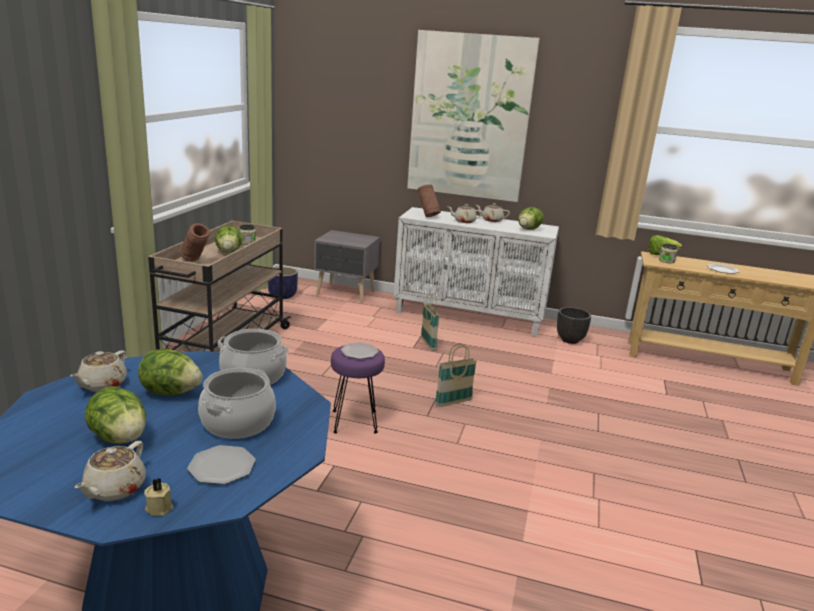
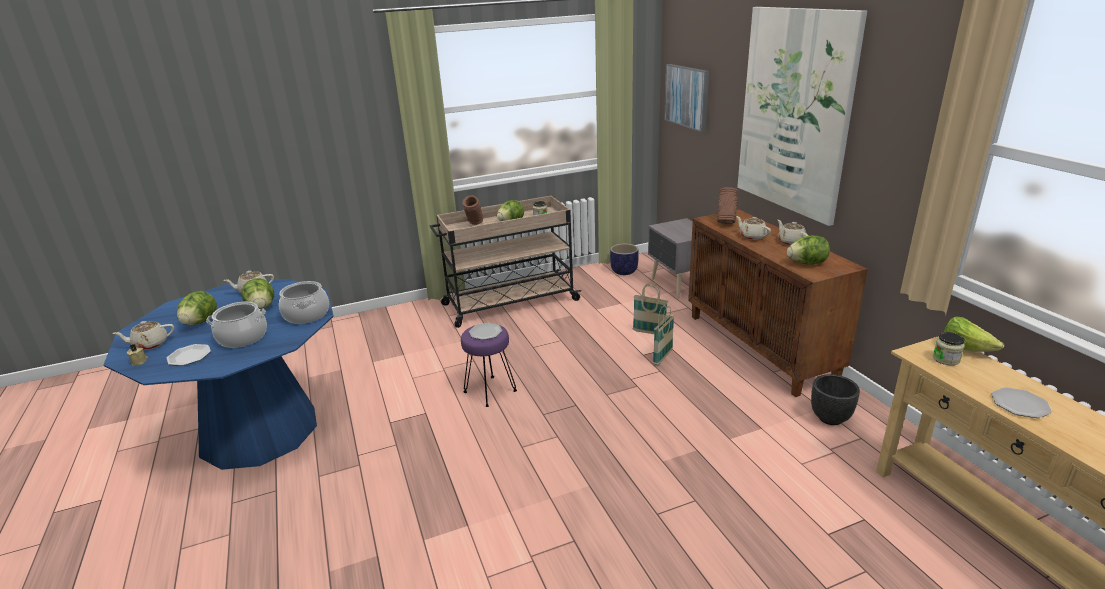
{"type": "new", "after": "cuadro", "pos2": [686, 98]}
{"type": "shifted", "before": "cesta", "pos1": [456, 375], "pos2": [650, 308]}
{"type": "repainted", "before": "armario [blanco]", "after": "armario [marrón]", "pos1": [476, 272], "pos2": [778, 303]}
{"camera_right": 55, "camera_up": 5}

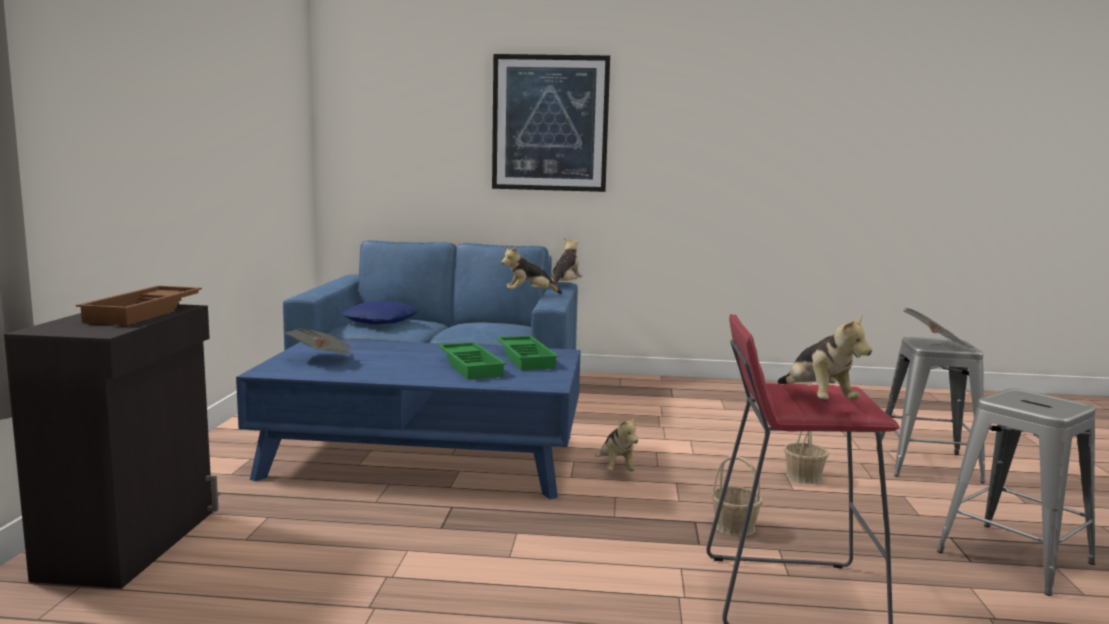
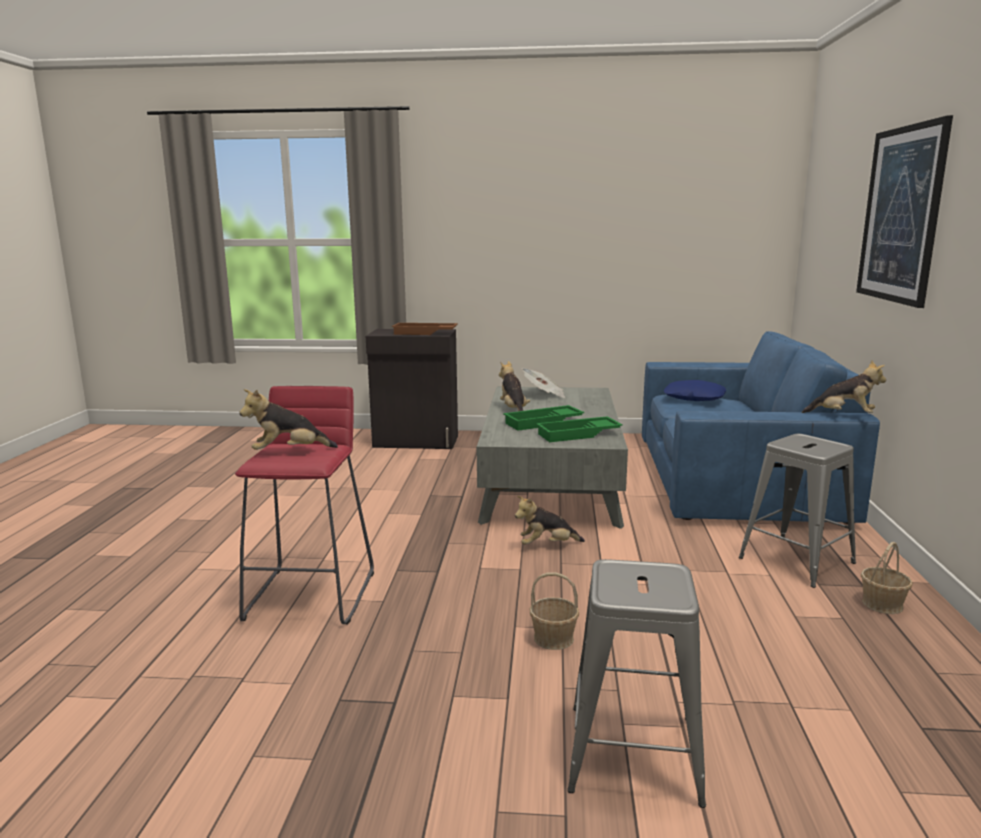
{"type": "gone", "before": "periódico", "pos1": [938, 328]}
{"type": "shifted", "before": "peluche", "pos1": [531, 270], "pos2": [514, 386]}
{"type": "shifted", "before": "cesta", "pos1": [737, 496], "pos2": [887, 578]}
{"type": "shifted", "before": "taburete [gris]", "pos1": [1016, 492], "pos2": [797, 511]}
{"type": "repainted", "before": "mesa de centro [azul]", "after": "mesa de centro [gris]", "pos1": [408, 419], "pos2": [552, 458]}
{"camera_right": 90, "camera_up": 5}

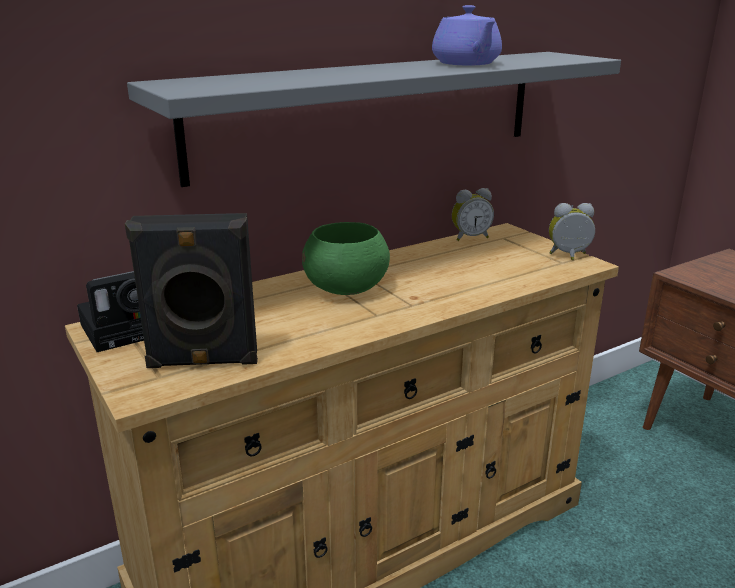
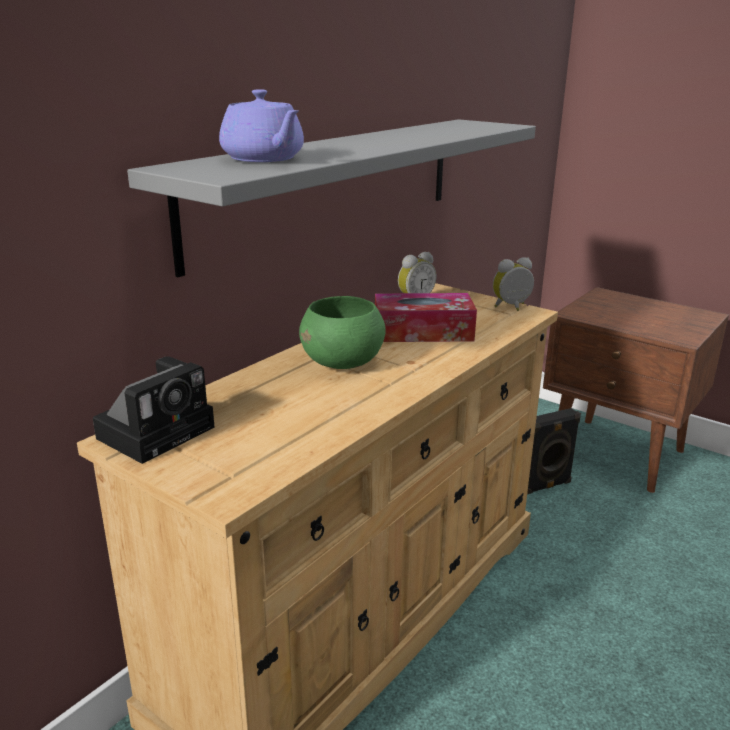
{"type": "new", "after": "caja de pañuelos", "pos2": [426, 317]}
{"type": "shifted", "before": "altavoz [negro]", "pos1": [191, 290], "pos2": [554, 451]}
{"type": "shifted", "before": "tetera [morado]", "pos1": [467, 35], "pos2": [261, 125]}
{"camera_right": -20, "camera_up": 0}

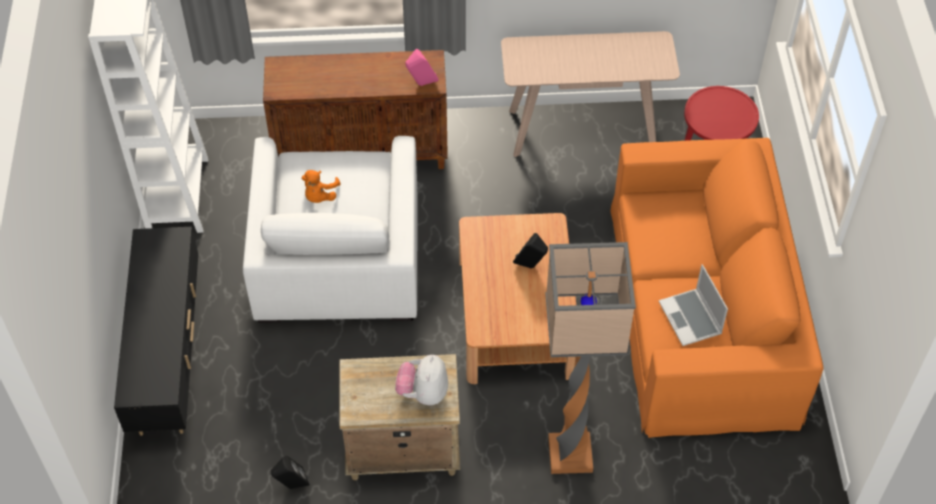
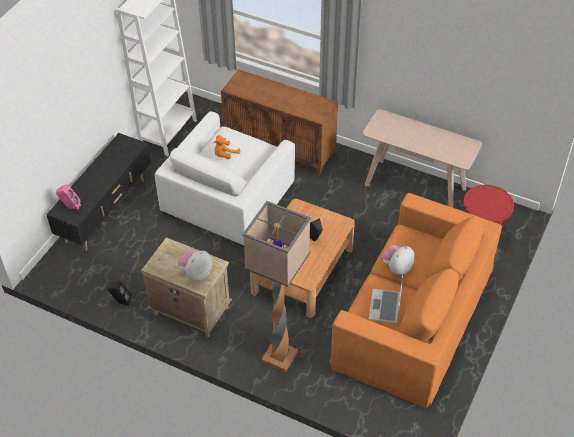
{"type": "new", "after": "peluche", "pos2": [398, 260]}
{"type": "shifted", "before": "altavoz [rosa]", "pos1": [422, 67], "pos2": [68, 197]}
{"camera_right": 30, "camera_up": -5}

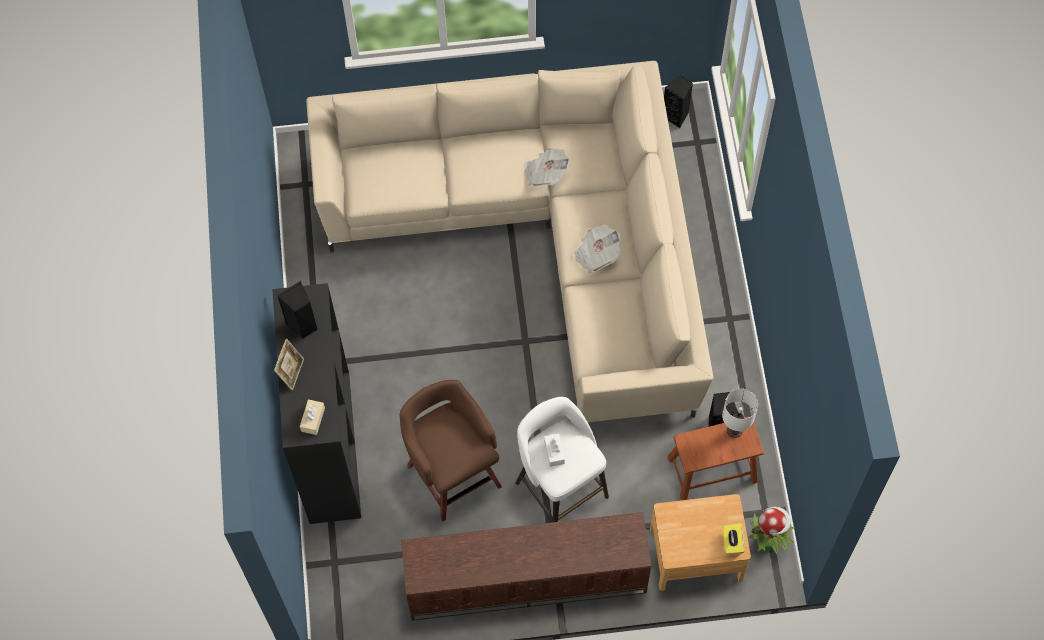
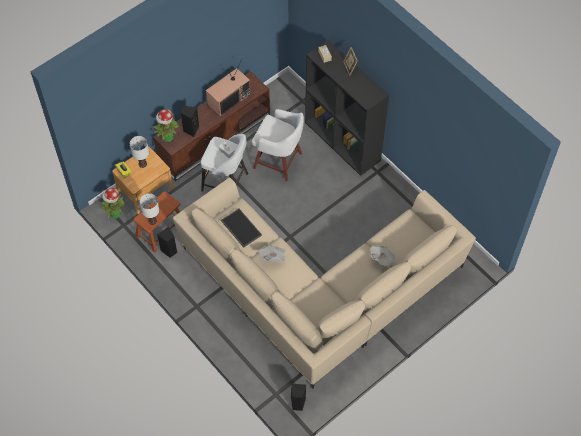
{"type": "new", "after": "lámpara de mesa [blanco]", "pos2": [139, 152]}
{"type": "new", "after": "planta en maceta", "pos2": [166, 125]}
{"type": "new", "after": "televisor", "pos2": [228, 87]}
{"type": "new", "after": "bandeja", "pos2": [241, 228]}
{"type": "shifted", "before": "altavoz [negro]", "pos1": [297, 310], "pos2": [190, 121]}
{"type": "shifted", "before": "periódico", "pos1": [547, 167], "pos2": [383, 256]}
{"type": "repainted", "before": "taburete [marrón]", "after": "taburete [blanco]", "pos1": [450, 451], "pos2": [278, 145]}
{"camera_right": 145, "camera_up": -5}

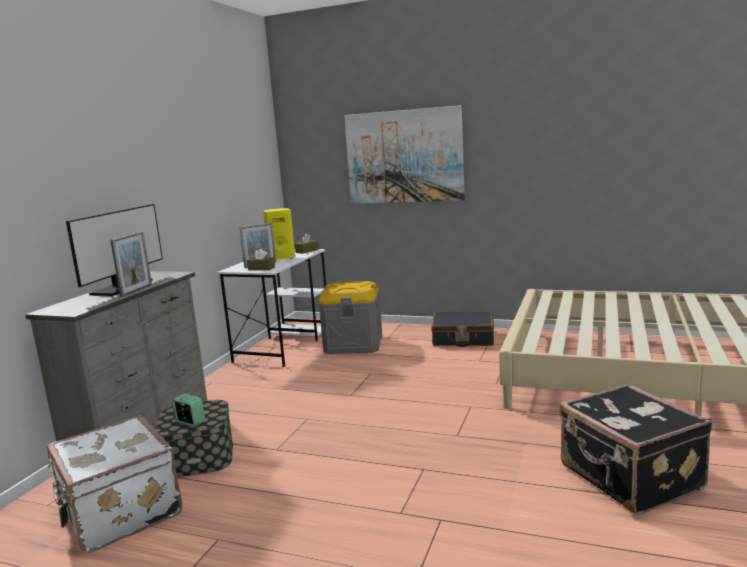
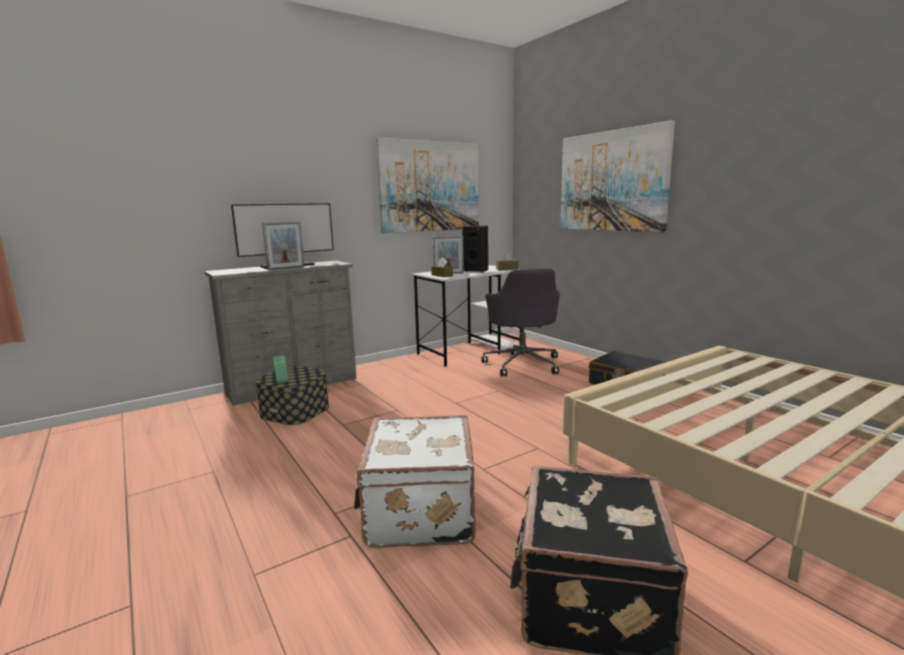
{"type": "new", "after": "cuadro", "pos2": [427, 185]}
{"type": "shifted", "before": "maleta [blanco]", "pos1": [114, 483], "pos2": [415, 481]}
{"type": "swapped", "before": "caja de almacenaje [gris]", "after": "silla de oficina [gris]", "pos1": [350, 317], "pos2": [520, 322]}
{"type": "repainted", "before": "altavoz [amarillo]", "after": "altavoz [negro]", "pos1": [279, 234], "pos2": [475, 249]}
{"camera_right": 35, "camera_up": 0}

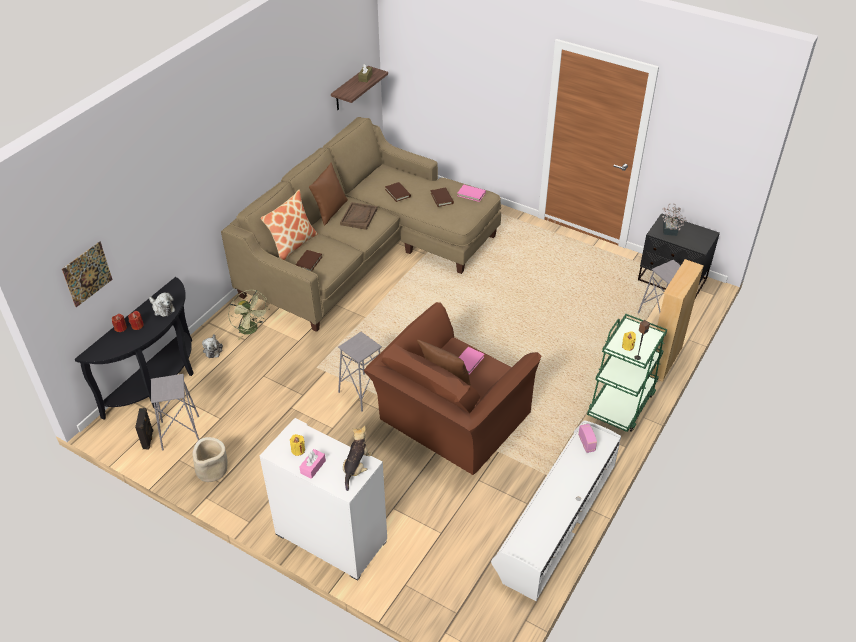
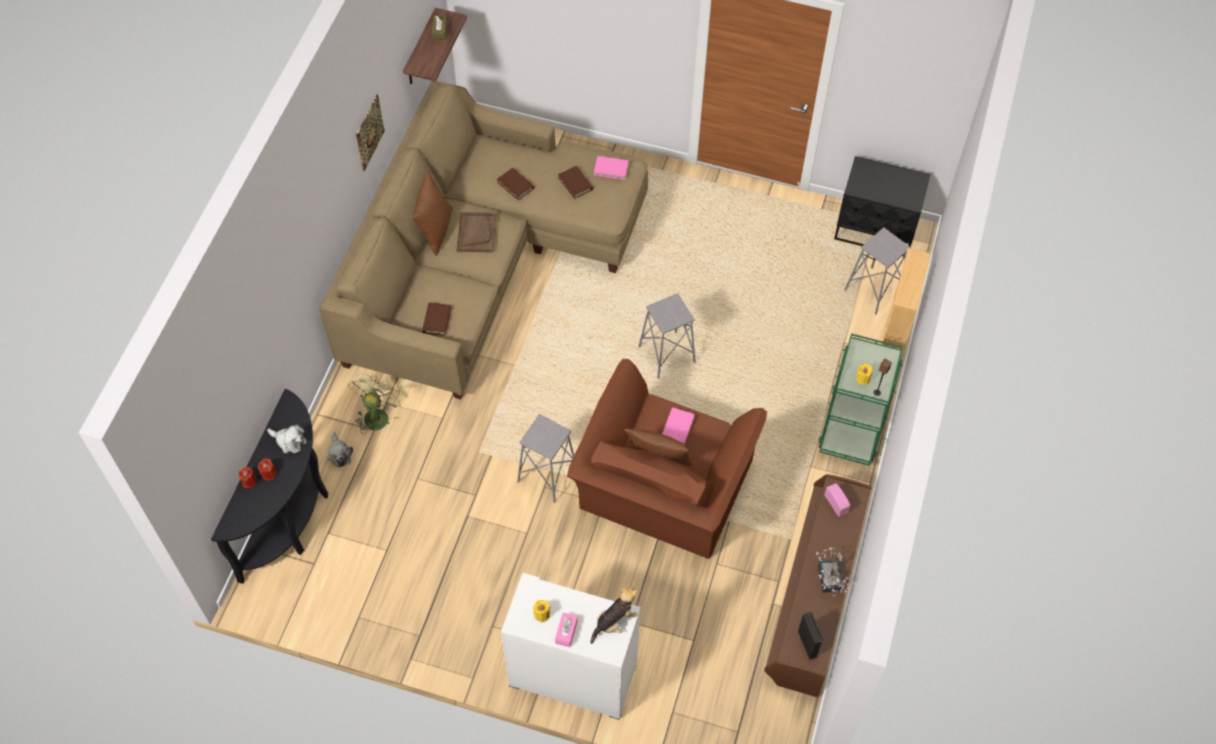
{"type": "gone", "before": "maceta [beis]", "pos1": [210, 459]}
{"type": "gone", "before": "cojín", "pos1": [289, 225]}
{"type": "shifted", "before": "cuadro", "pos1": [87, 274], "pos2": [370, 132]}
{"type": "shifted", "before": "altavoz [negro]", "pos1": [144, 429], "pos2": [810, 636]}
{"type": "shifted", "before": "taburete [gris]", "pos1": [175, 412], "pos2": [667, 336]}
{"type": "shifted", "before": "planta en maceta", "pos1": [674, 219], "pos2": [835, 571]}
{"type": "repainted", "before": "mueble de televisión [blanco]", "after": "mueble de televisión [marrón]", "pos1": [556, 510], "pos2": [818, 585]}
{"type": "rotated", "before": "ventilador [verde]", "pos1": [248, 315], "pos2": [376, 403], "turn": -105}
{"type": "rotated", "before": "peluche", "pos1": [357, 458], "pos2": [614, 615], "turn": 45}
{"camera_right": -15, "camera_up": 15}

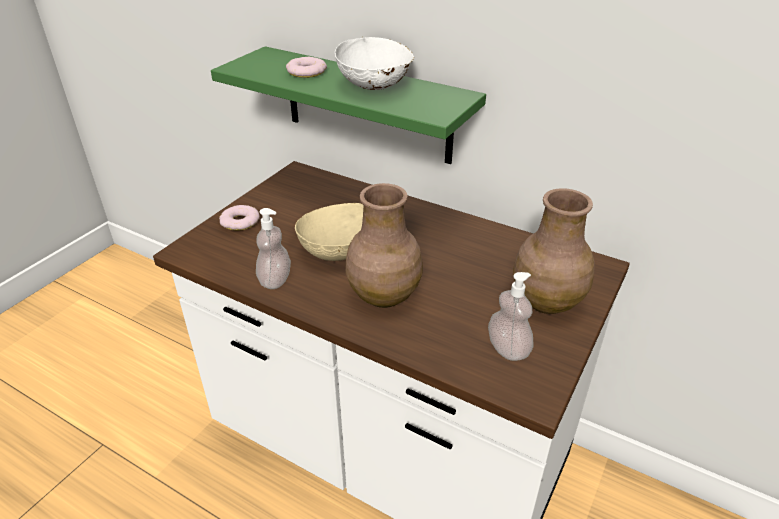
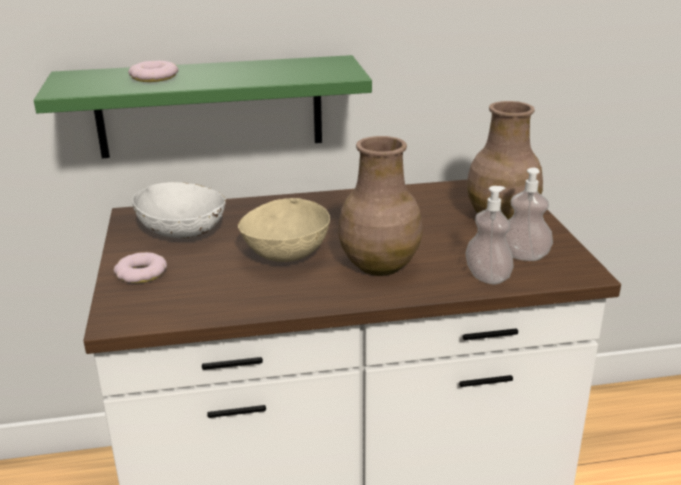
{"type": "shifted", "before": "dispensador de jabón", "pos1": [273, 248], "pos2": [490, 235]}
{"type": "shifted", "before": "cuenco [blanco]", "pos1": [374, 63], "pos2": [179, 210]}
{"camera_right": -40, "camera_up": -10}

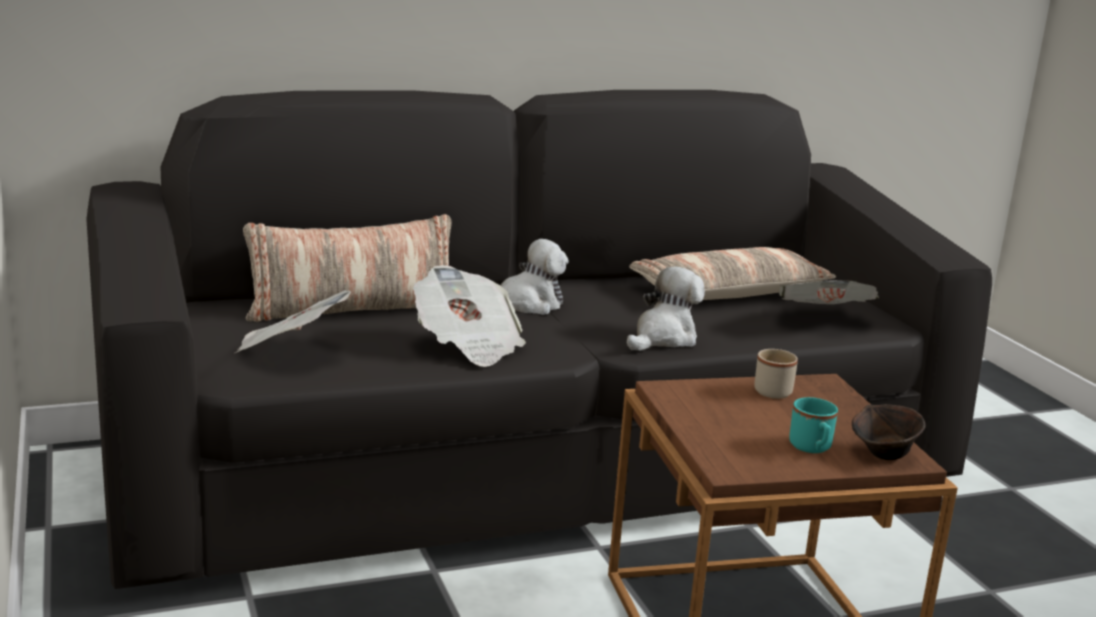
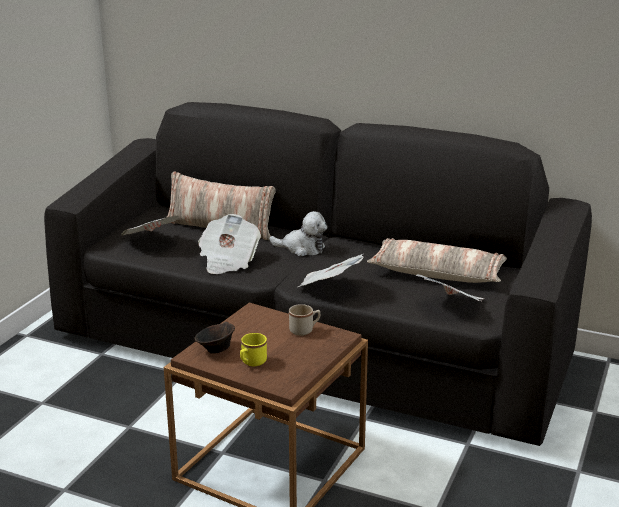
{"type": "shifted", "before": "cuenco [marrón]", "pos1": [889, 432], "pos2": [214, 338]}
{"type": "swapped", "before": "peluche", "after": "periódico", "pos1": [666, 309], "pos2": [330, 270]}
{"type": "repainted", "before": "taza grande [turquesa]", "after": "taza grande [amarillo]", "pos1": [813, 425], "pos2": [253, 349]}
{"camera_right": 45, "camera_up": 5}

